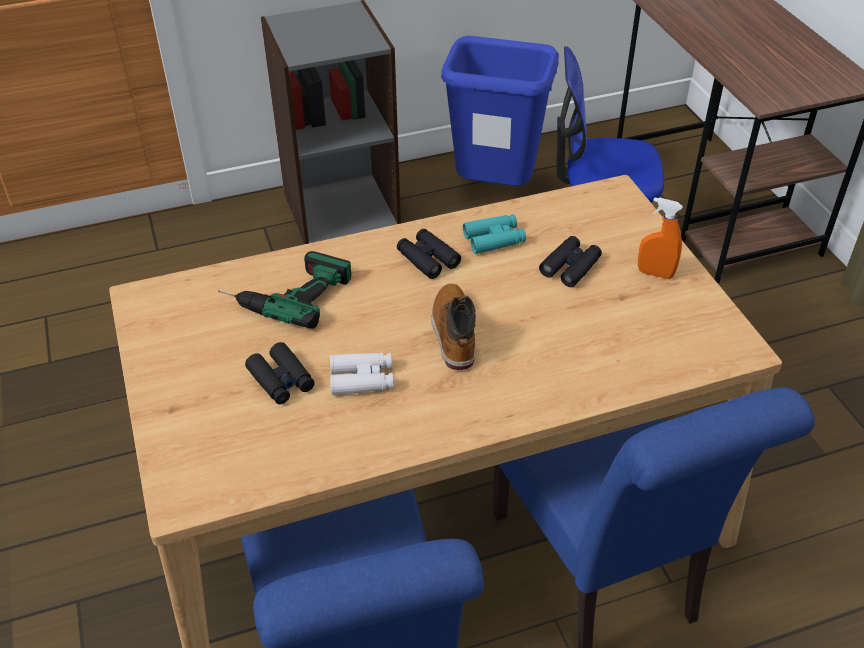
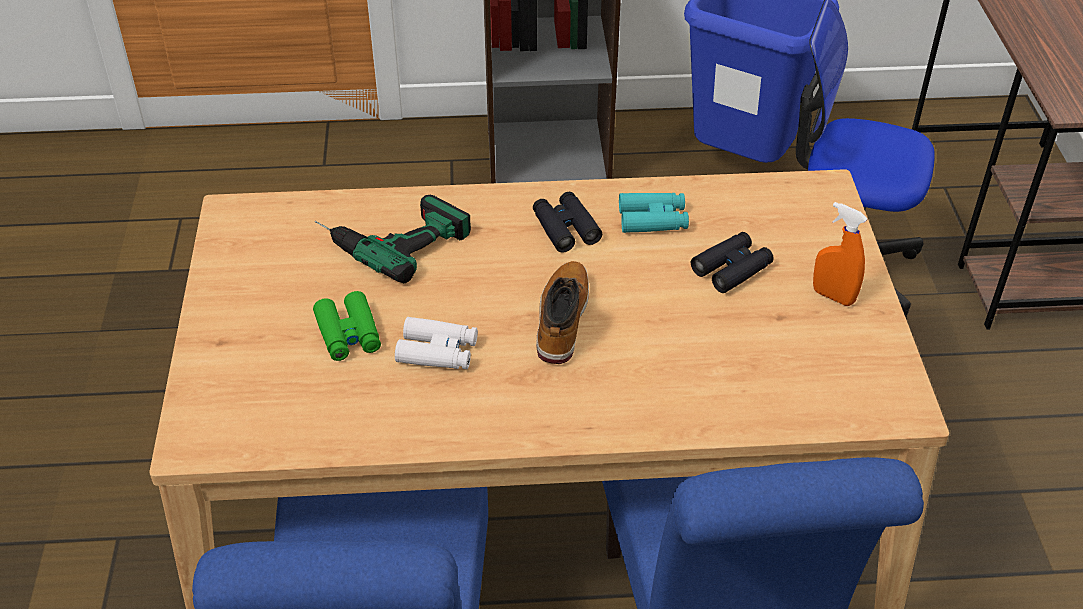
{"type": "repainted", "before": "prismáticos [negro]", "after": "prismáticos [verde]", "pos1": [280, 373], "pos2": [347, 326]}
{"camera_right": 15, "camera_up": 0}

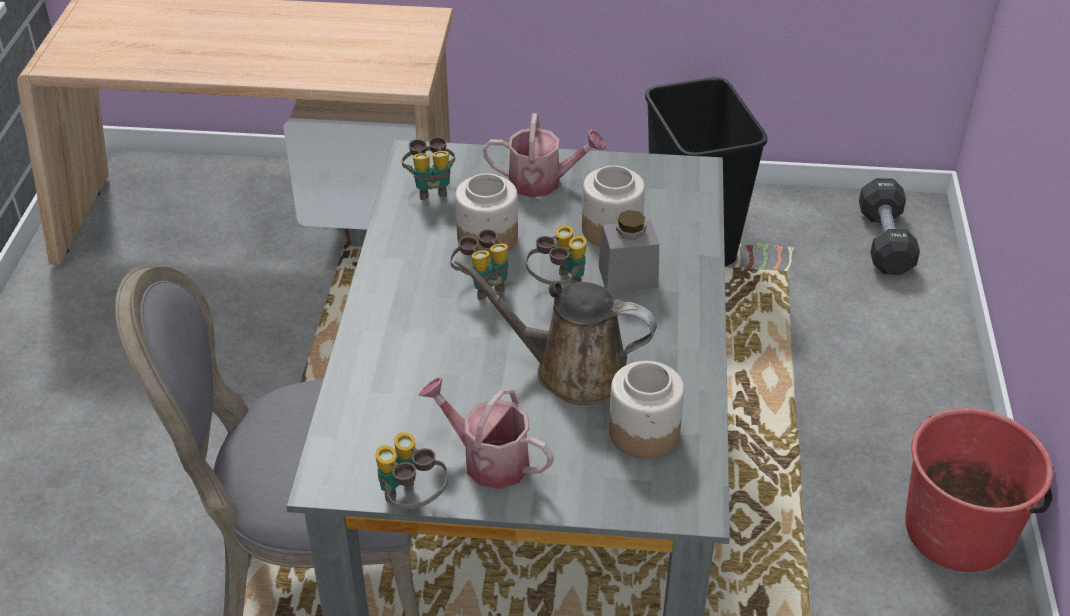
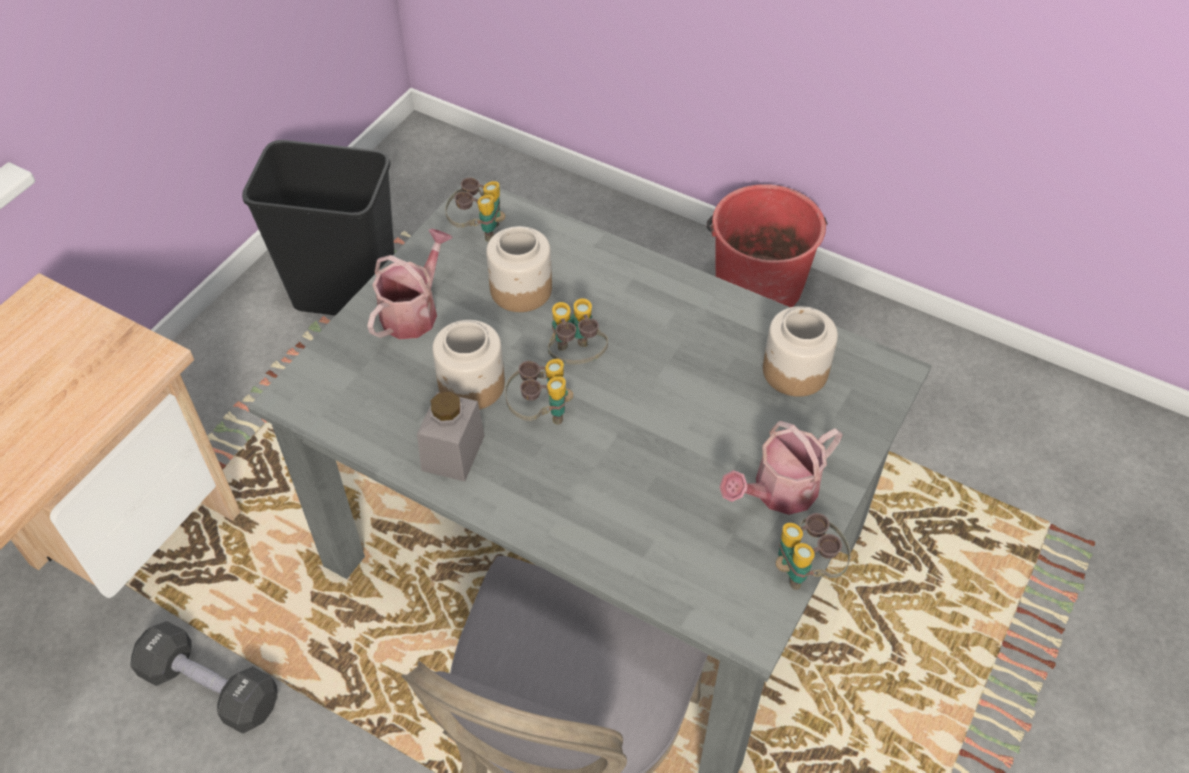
{"type": "gone", "before": "regadera [marrón]", "pos1": [555, 331]}
{"type": "shifted", "before": "prismáticos", "pos1": [428, 168], "pos2": [475, 209]}
{"type": "shifted", "before": "tarro [gris]", "pos1": [629, 251], "pos2": [451, 437]}
{"type": "shifted", "before": "mancuerna [negro]", "pos1": [889, 226], "pos2": [203, 677]}
{"camera_right": -65, "camera_up": 10}

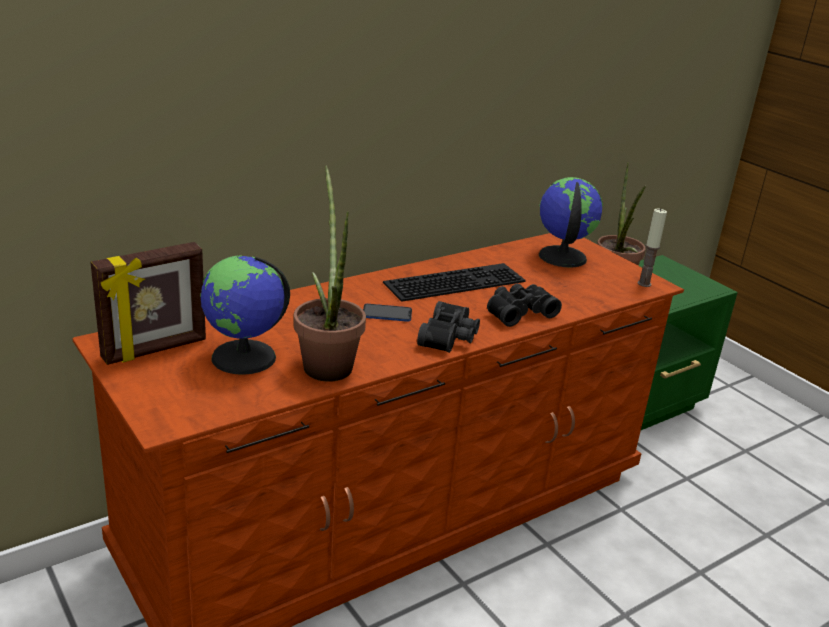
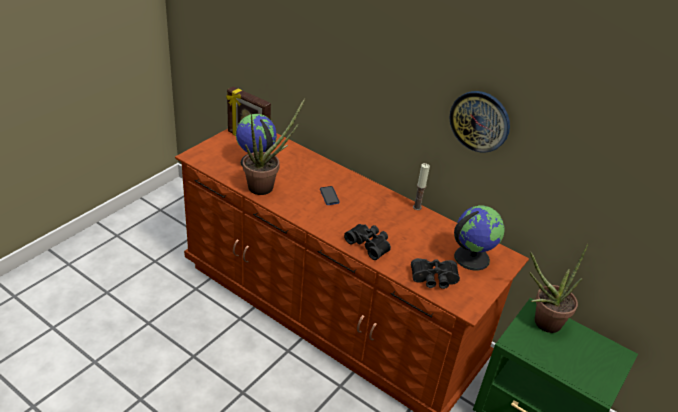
{"type": "gone", "before": "teclado", "pos1": [454, 282]}
{"type": "new", "after": "reloj de pared", "pos2": [479, 122]}
{"type": "shifted", "before": "prismáticos [negro]", "pos1": [448, 327], "pos2": [435, 273]}
{"type": "shifted", "before": "vela", "pos1": [652, 247], "pos2": [421, 186]}
{"camera_right": 70, "camera_up": 10}

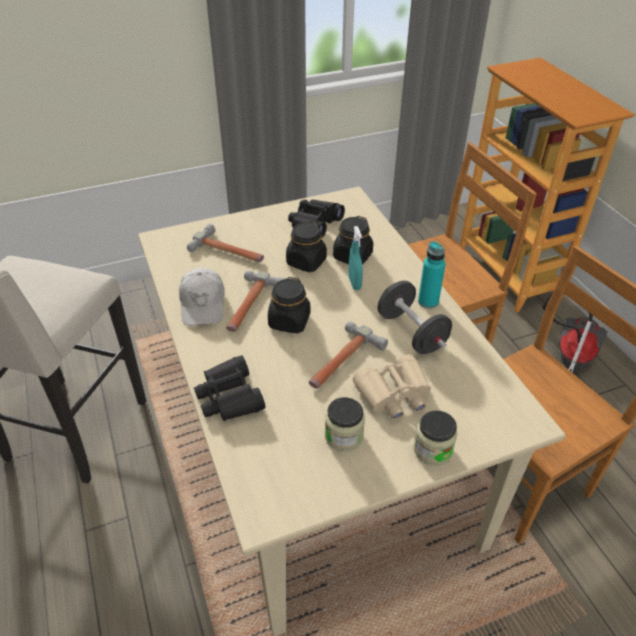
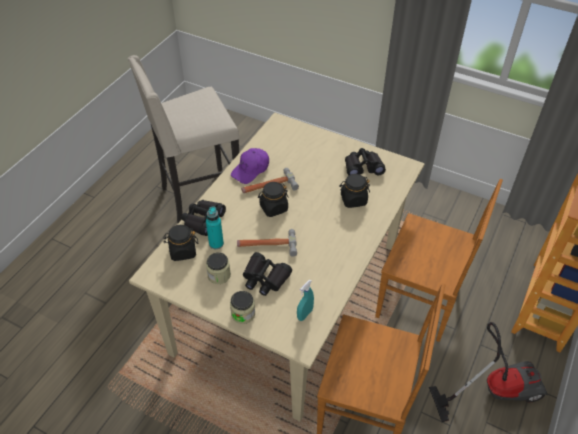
{"type": "gone", "before": "martillo", "pos1": [225, 243]}
{"type": "gone", "before": "mancuerna [negro]", "pos1": [415, 317]}
{"type": "shifted", "before": "tarro [negro]", "pos1": [306, 246], "pos2": [180, 243]}
{"type": "shifted", "before": "pulverizador [turquesa]", "pos1": [355, 258], "pos2": [305, 300]}
{"type": "shifted", "before": "botella [turquesa]", "pos1": [432, 275], "pos2": [215, 227]}
{"type": "repainted", "before": "gorra [blanco]", "after": "gorra [morado]", "pos1": [202, 297], "pos2": [250, 166]}
{"type": "repainted", "before": "prismáticos [beis]", "after": "prismáticos [negro]", "pos1": [392, 387], "pos2": [267, 274]}
{"camera_right": 50, "camera_up": 5}

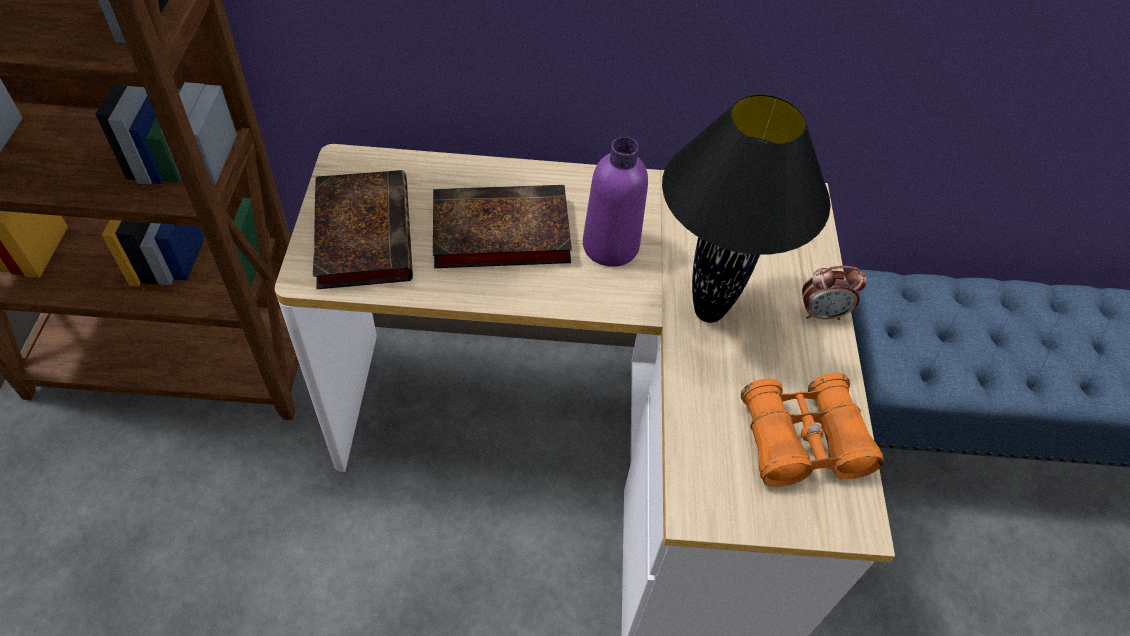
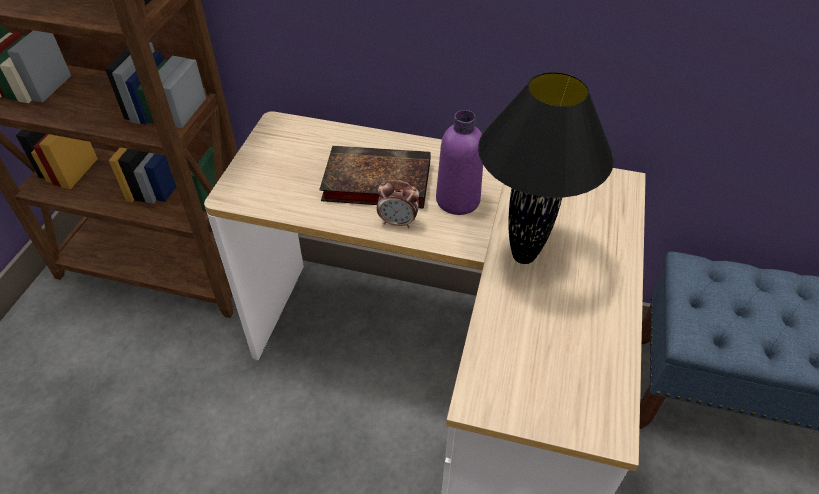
{"type": "gone", "before": "libro", "pos1": [363, 229]}
{"type": "gone", "before": "prismáticos [naranja]", "pos1": [812, 430]}
{"type": "shifted", "before": "despertador", "pos1": [834, 293], "pos2": [398, 204]}
{"camera_right": 15, "camera_up": -5}

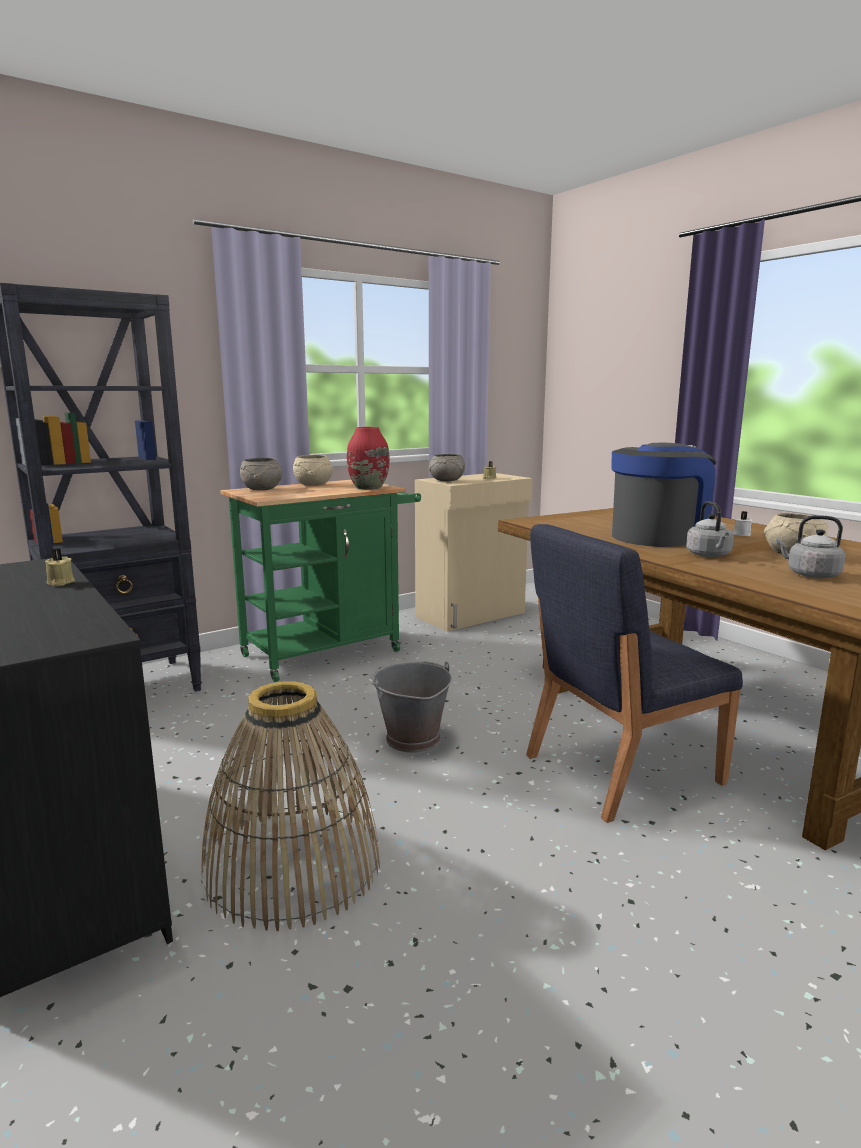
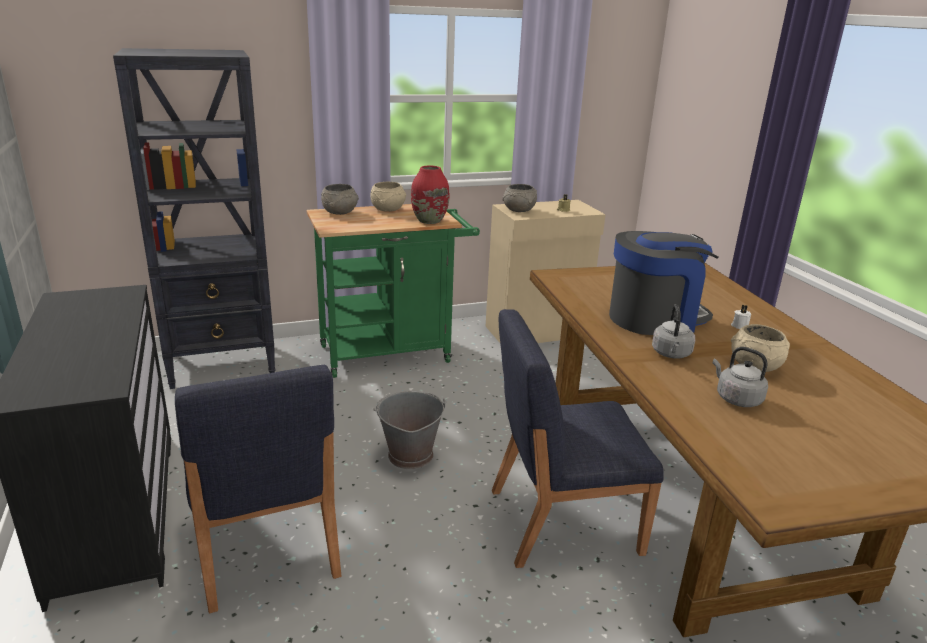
{"type": "gone", "before": "vela [beis]", "pos1": [60, 567]}
{"type": "swapped", "before": "cesta", "after": "silla [azul]", "pos1": [290, 806], "pos2": [258, 489]}
{"camera_right": 15, "camera_up": 10}

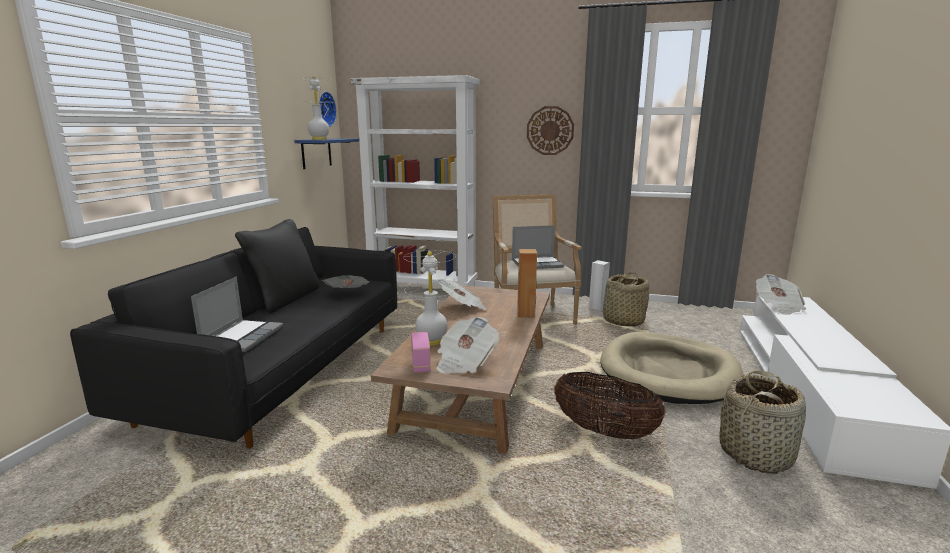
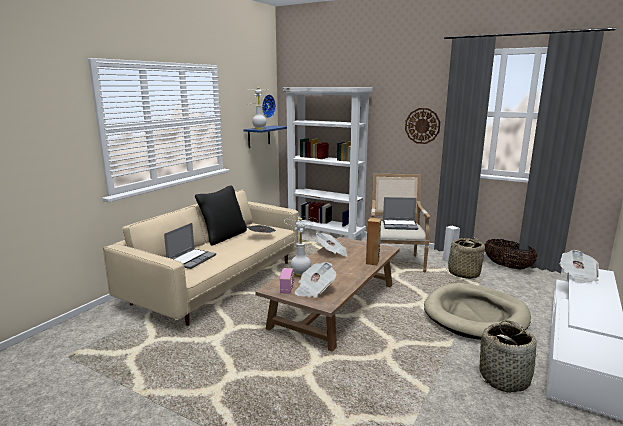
{"type": "shifted", "before": "cesta", "pos1": [610, 405], "pos2": [511, 254]}
{"type": "repainted", "before": "sofá [negro]", "after": "sofá [beis]", "pos1": [233, 338], "pos2": [201, 258]}
{"camera_right": 15, "camera_up": 0}

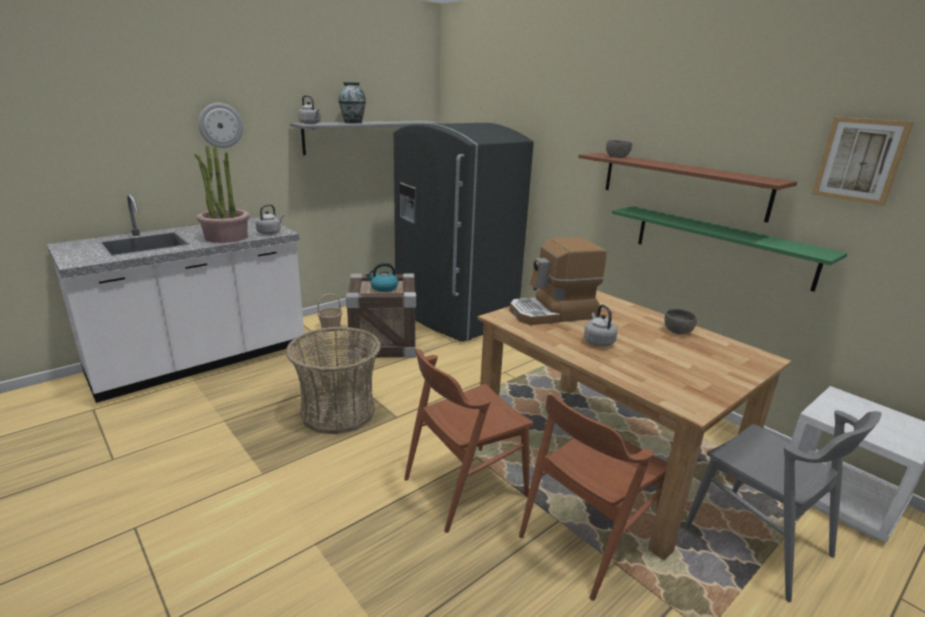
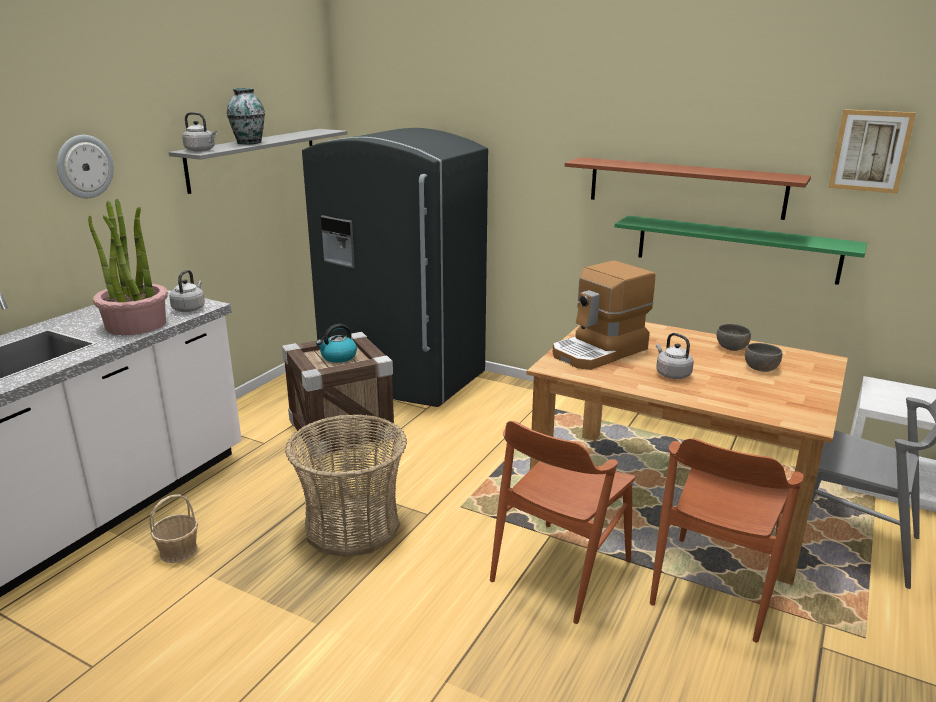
{"type": "shifted", "before": "cesta", "pos1": [329, 311], "pos2": [173, 528]}
{"type": "shifted", "before": "cuenco [gris]", "pos1": [619, 149], "pos2": [763, 357]}
{"camera_right": -20, "camera_up": 0}

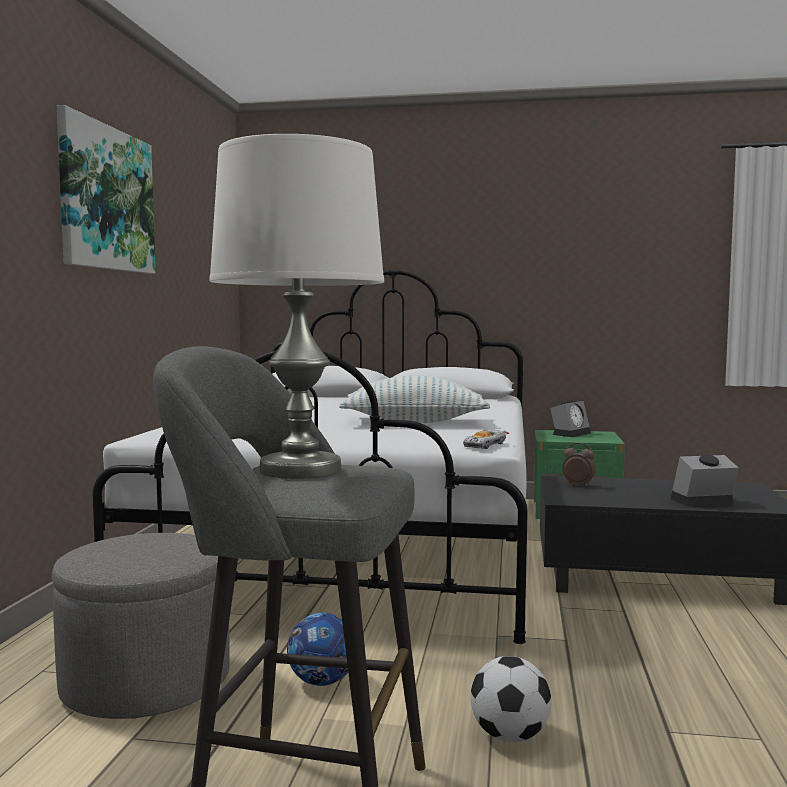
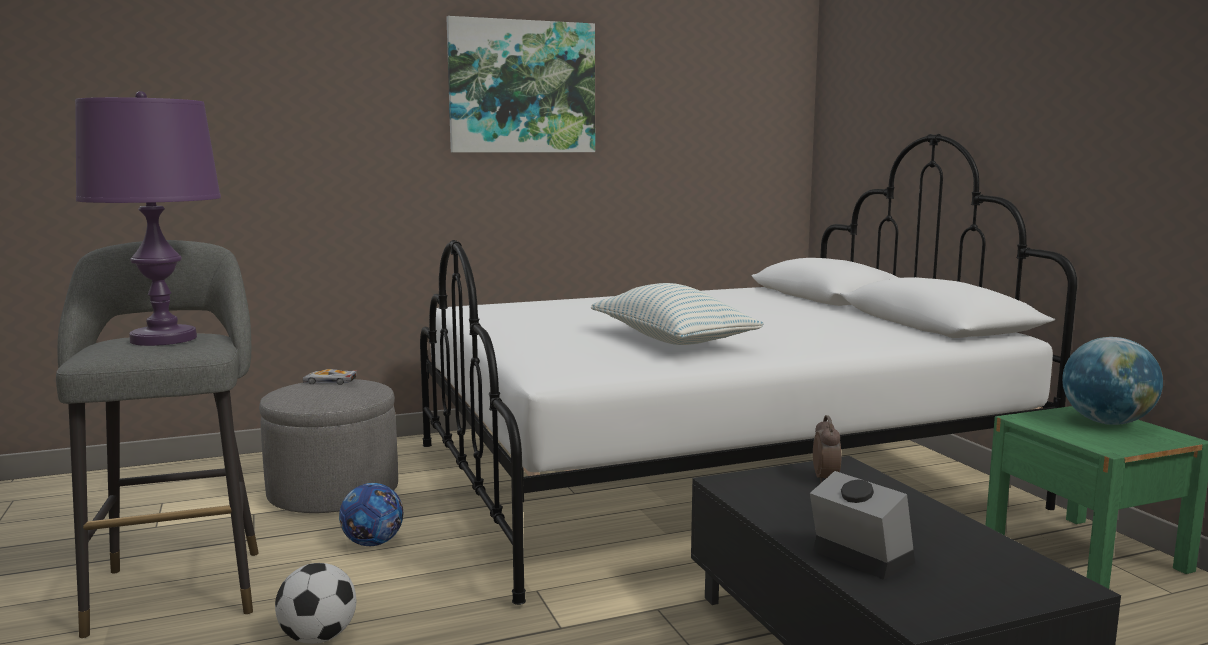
{"type": "shifted", "before": "coche de juguete", "pos1": [486, 439], "pos2": [330, 377]}
{"type": "swapped", "before": "despertador", "after": "globo terráqueo", "pos1": [570, 418], "pos2": [1112, 381]}
{"type": "repainted", "before": "lámpara de mesa [blanco]", "after": "lámpara de mesa [morado]", "pos1": [296, 306], "pos2": [148, 218]}
{"camera_right": 60, "camera_up": 5}

